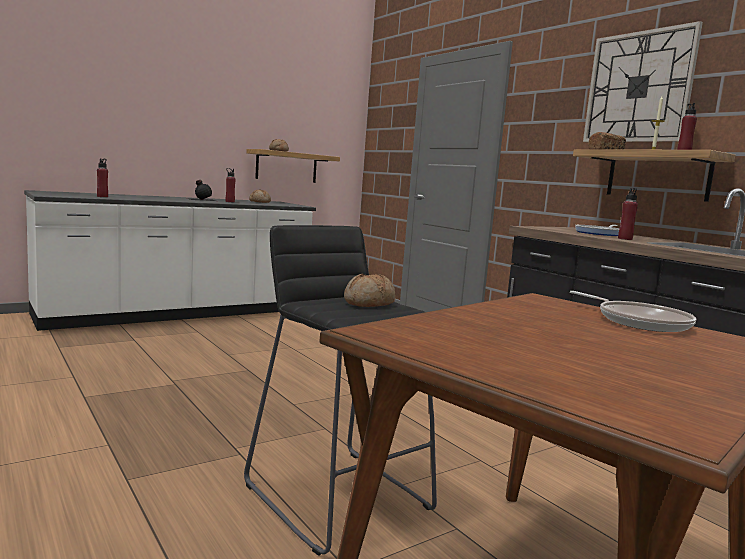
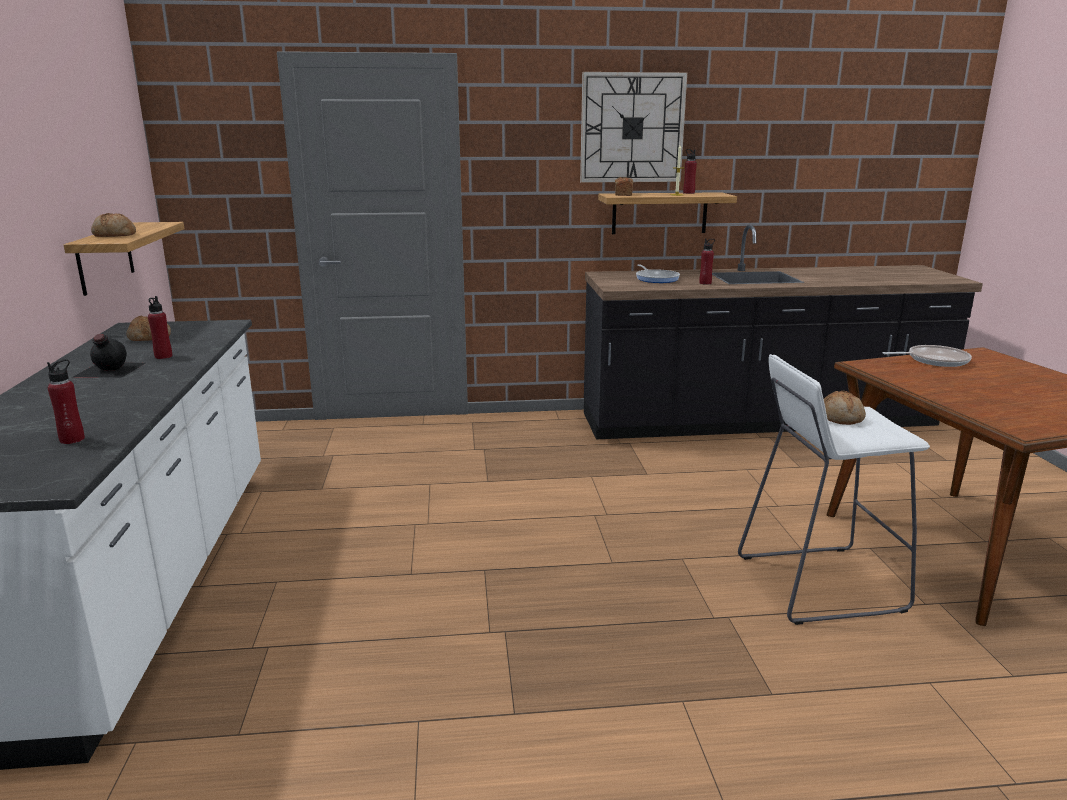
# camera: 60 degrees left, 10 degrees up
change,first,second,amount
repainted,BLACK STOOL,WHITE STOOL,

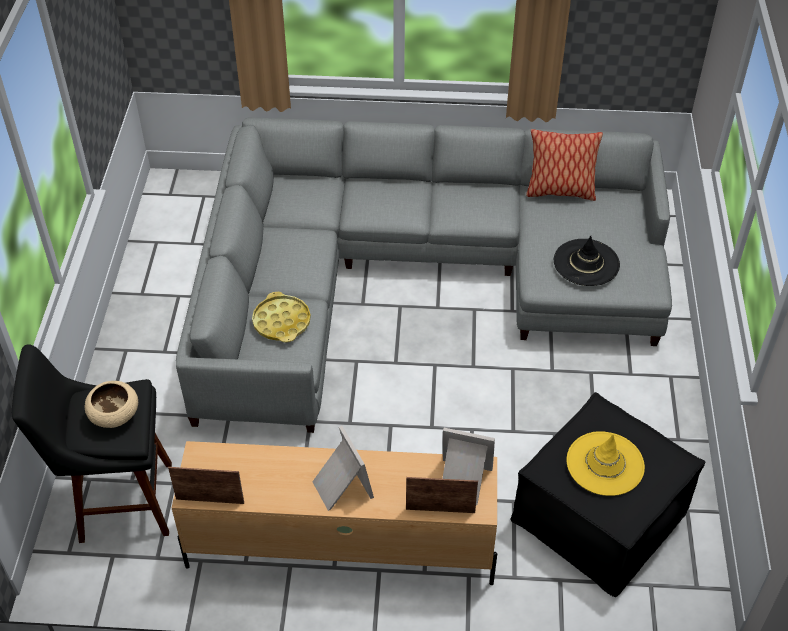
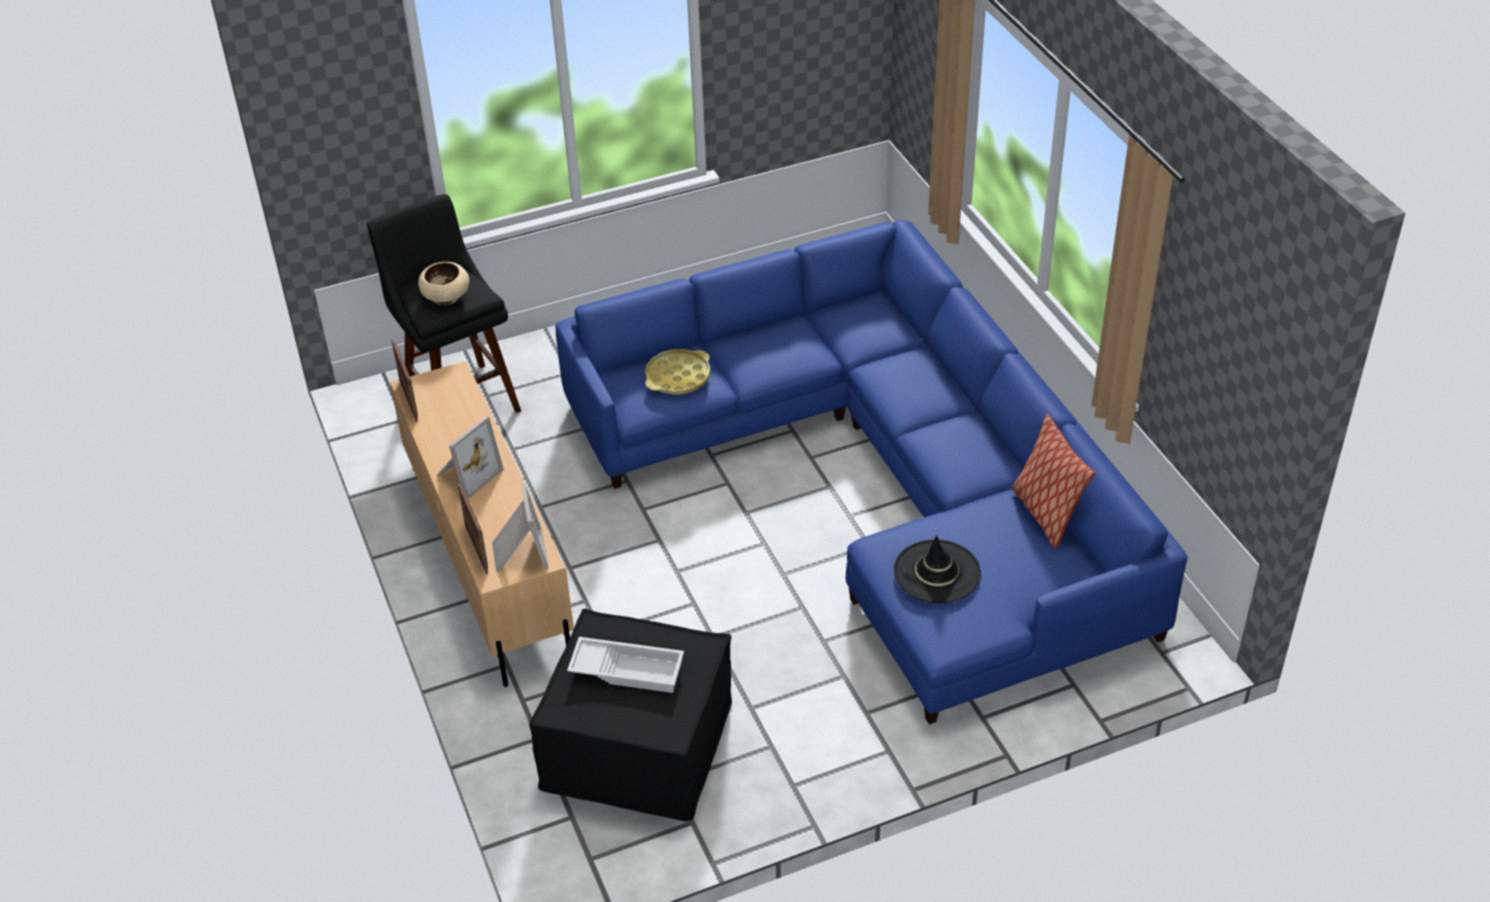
# camera: 65 degrees right, 5 degrees down
change,first,second,amount
repainted,GREY SOFA,BLUE SOFA,
swapped,YELLOW HAT,WHITE TRAY,

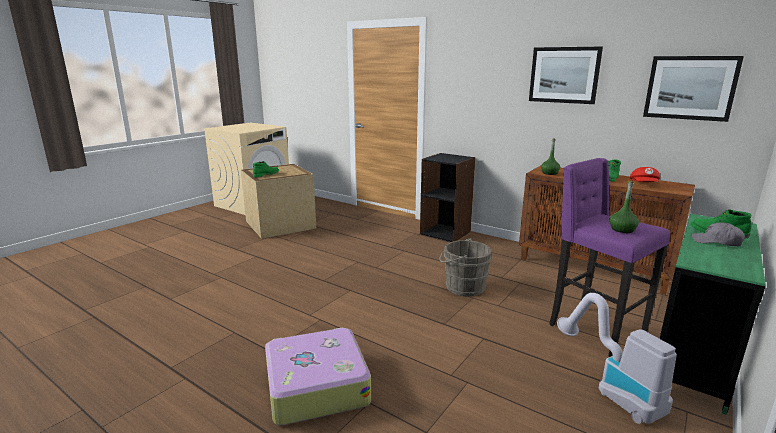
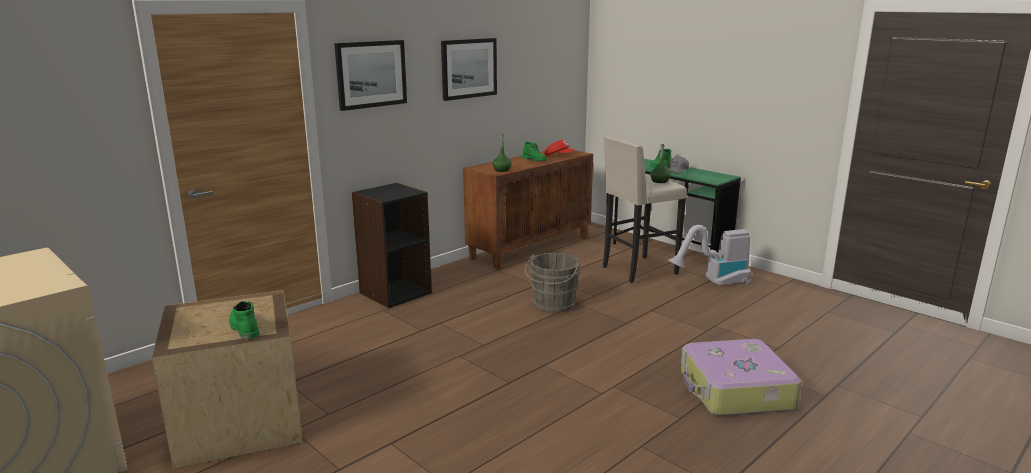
# camera: 80 degrees left, 0 degrees up
change,first,second,amount
repainted,PURPLE STOOL,BEIGE STOOL,
shifted,PICTURE (no. 2 from left in the first image),PICTURE (no. 1 from left),

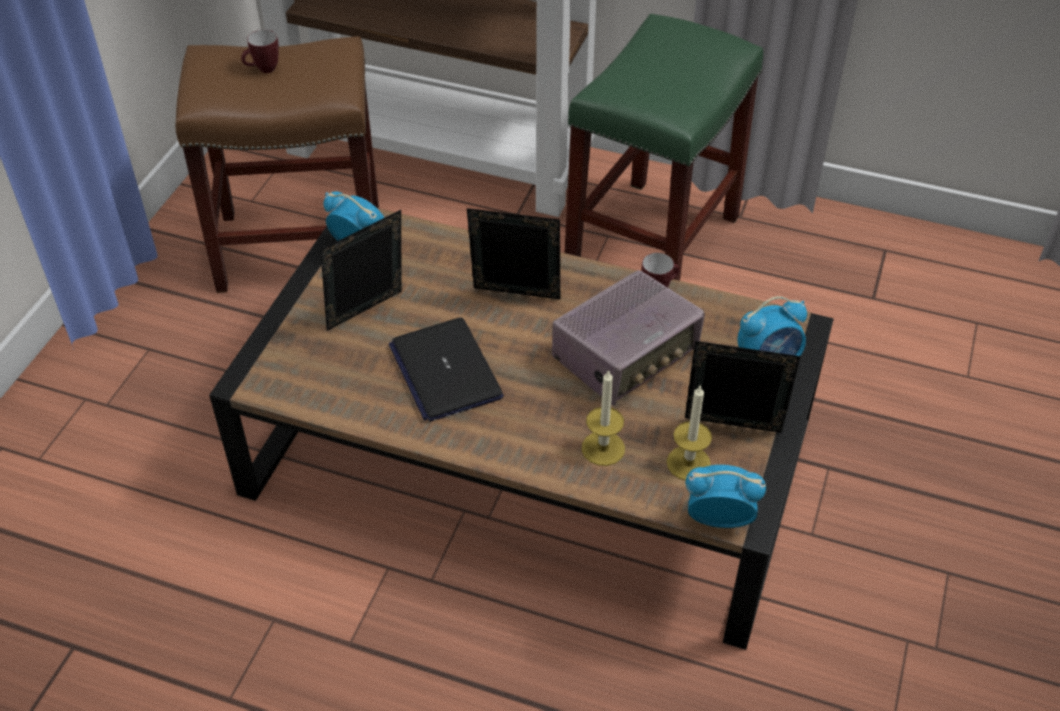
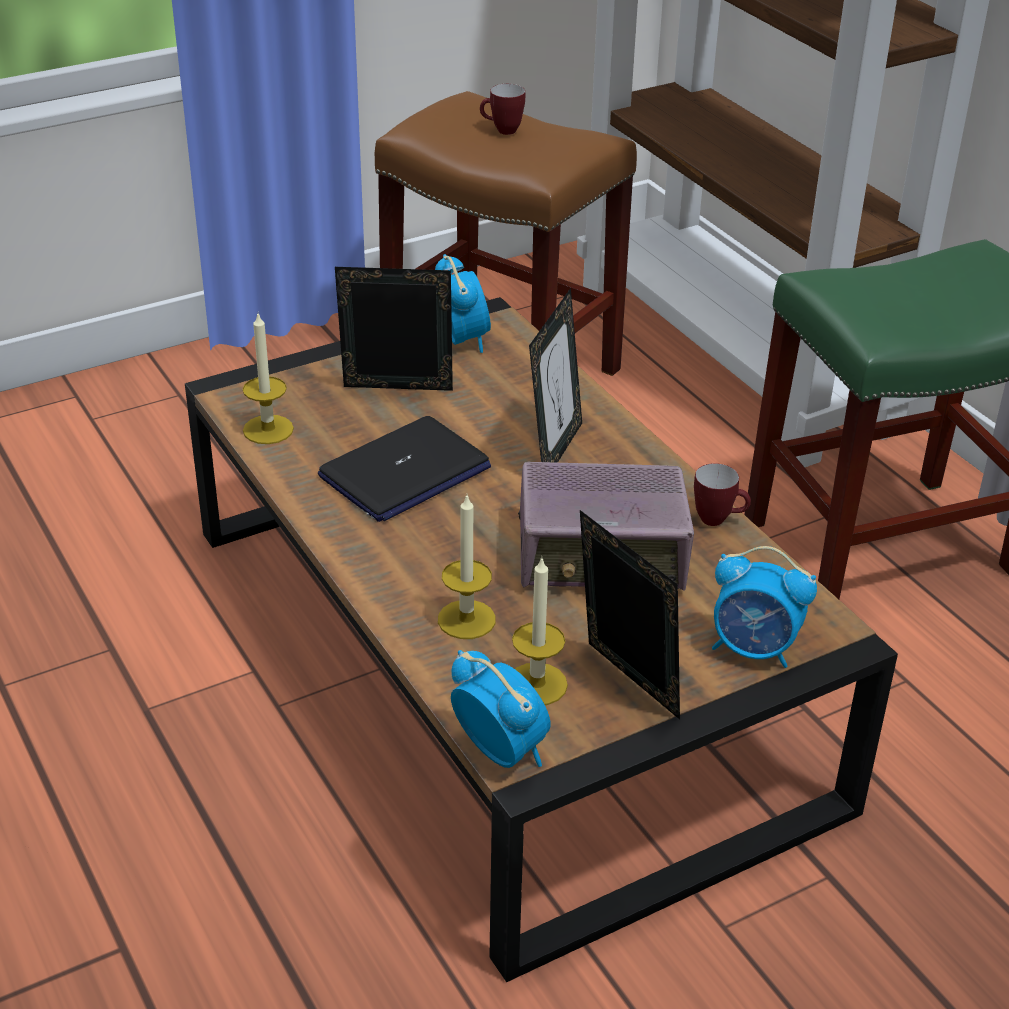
# camera: 40 degrees right, 10 degrees down
change,first,second,amount
rotated,LAPTOP,,150 degrees counterclockwise
rotated,PICTURE FRAME (no. 2 from left),,60 degrees clockwise
new,,CANDLE (no. 1 from left),

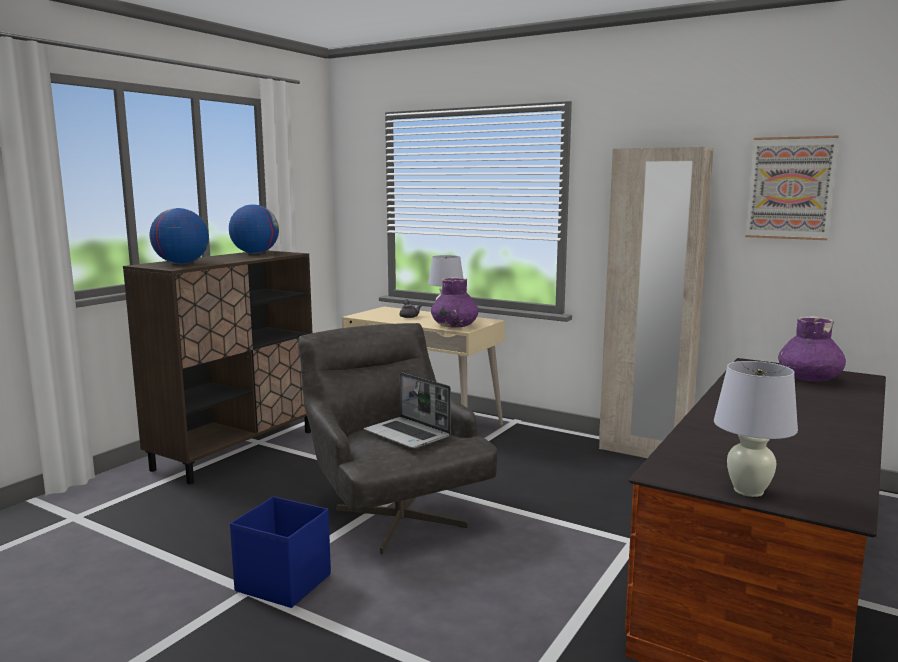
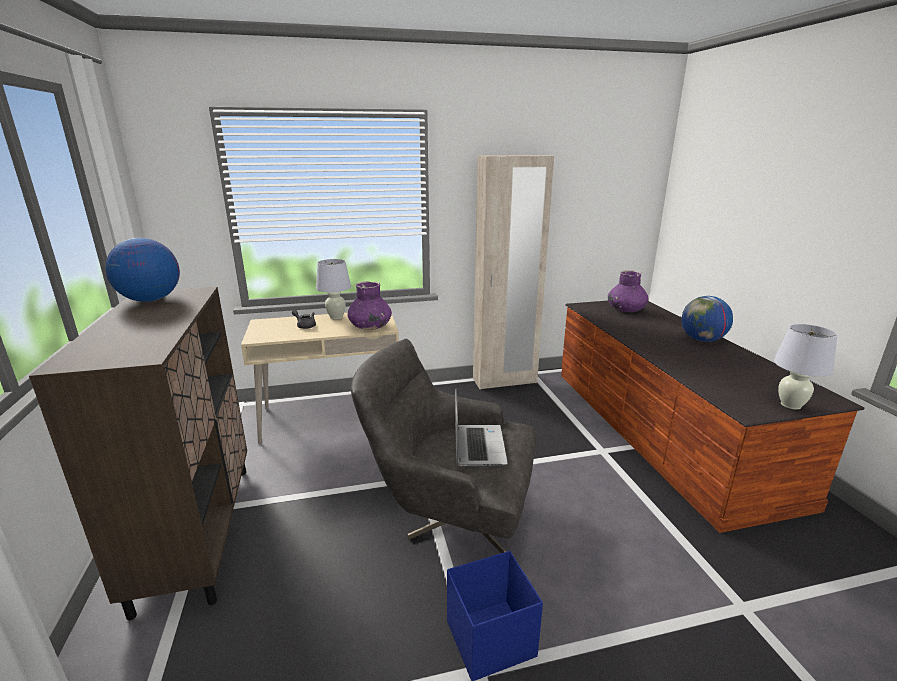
# camera: 45 degrees left, 10 degrees up
change,first,second,amount
shifted,GLOBE (no. 1 from left in the first image),GLOBE (no. 2 from left),
rotated,LAPTOP,,90 degrees counterclockwise
gone,PICTURE,,

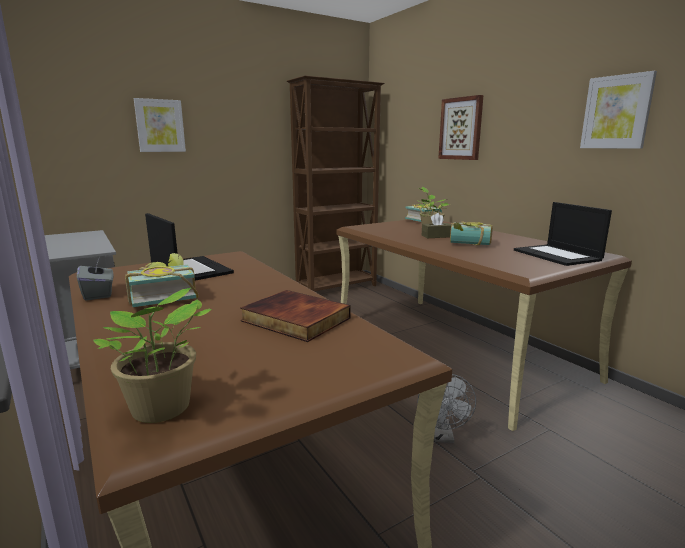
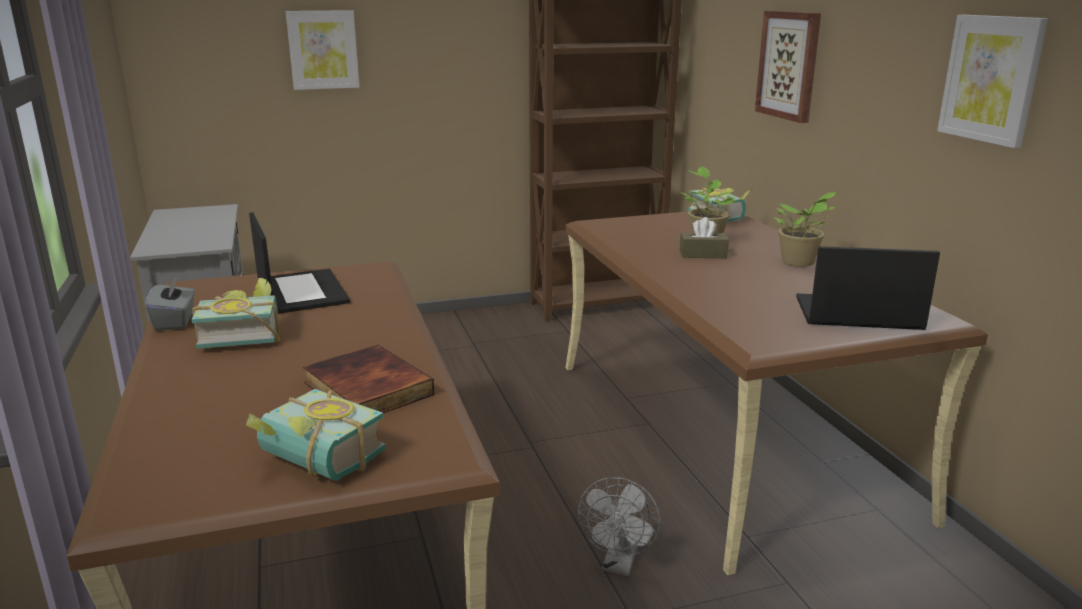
# camera: 15 degrees right, 5 degrees up
change,first,second,amount
shifted,POTTED PLANT (no. 1 from left in the first image),POTTED PLANT (no. 2 from left),
shifted,BOOK (no. 4 from left in the first image),BOOK (no. 2 from left),
rotated,LAPTOP (no. 2 from left),,105 degrees clockwise

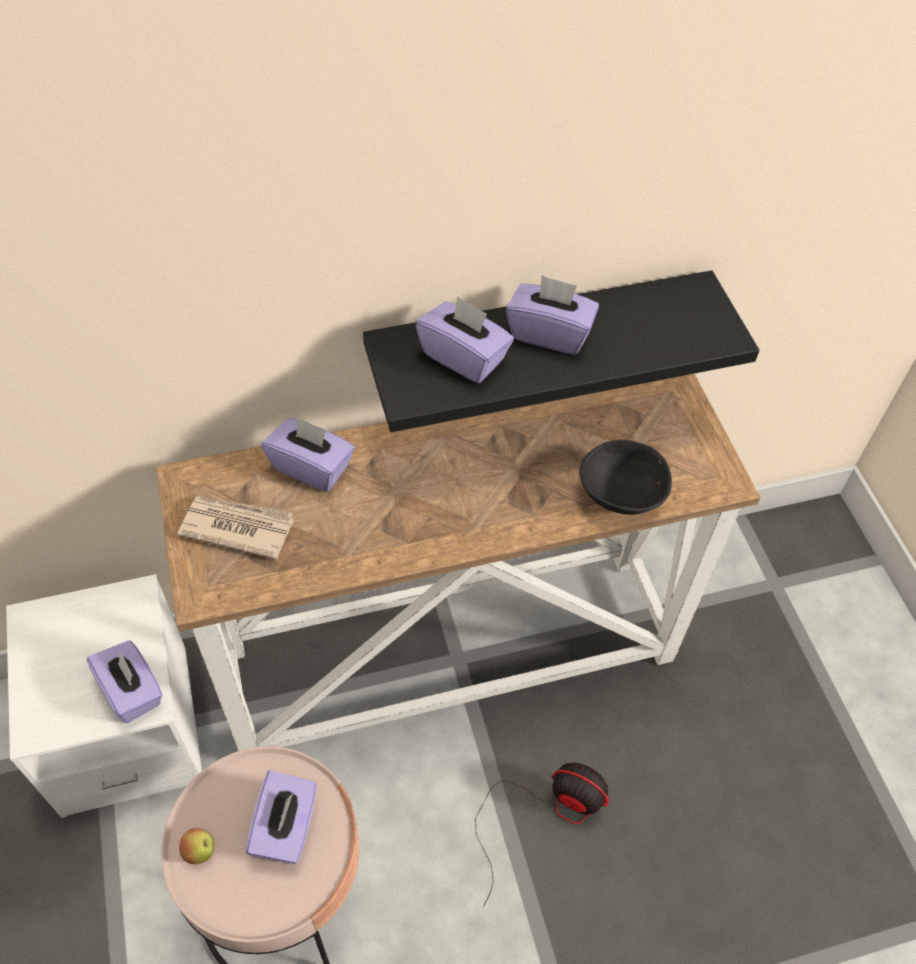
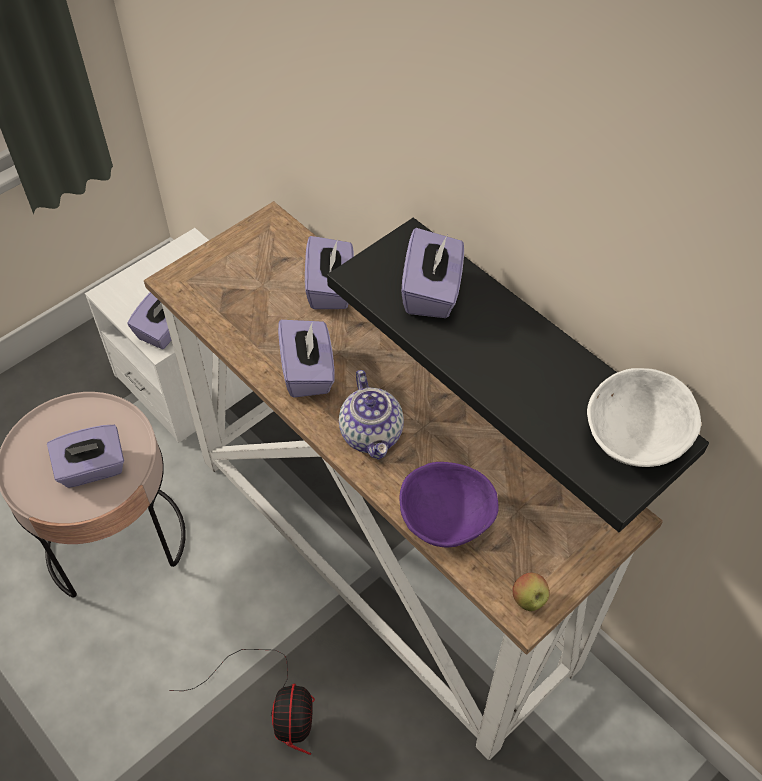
# camera: 65 degrees right, 0 degrees up
change,first,second,amount
gone,NEWSPAPER,,
shifted,APPLE,,
shifted,PURPLE TISSUE BOX (no. 5 from left in the first image),PURPLE TISSUE BOX (no. 3 from left),
repainted,BLACK BOWL,PURPLE BOWL,
new,,TEAPOT,
new,,WHITE BOWL,

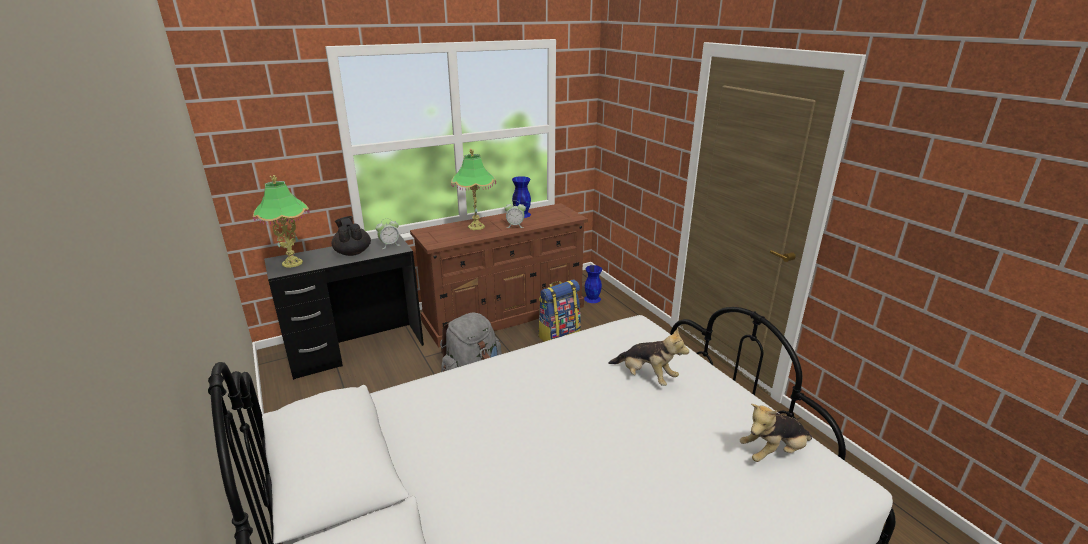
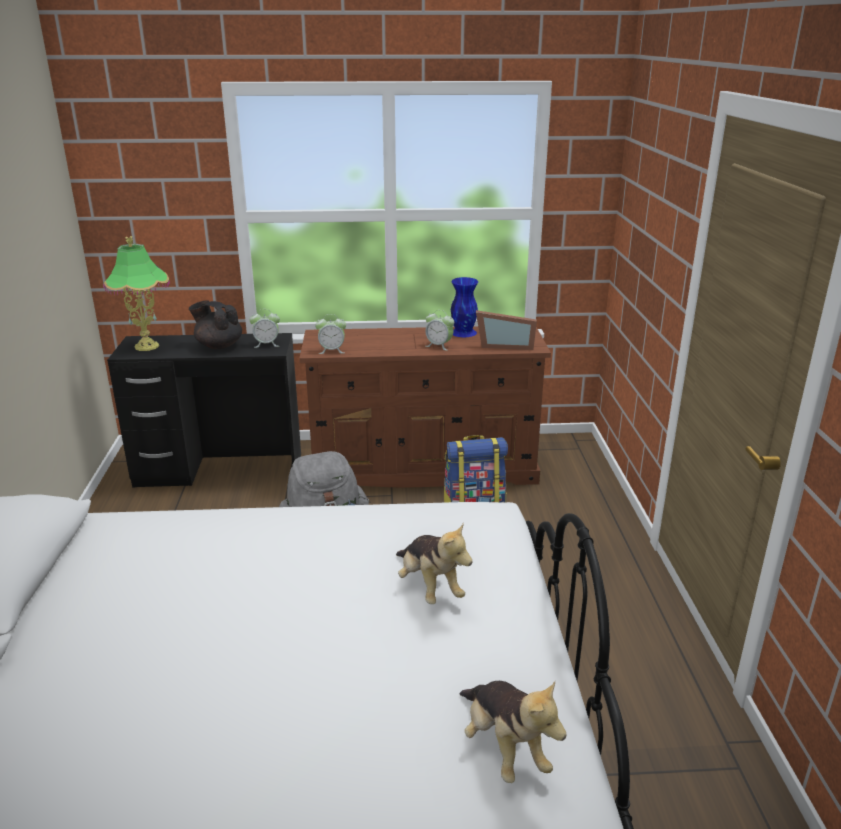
# camera: 25 degrees right, 0 degrees up
change,first,second,amount
rotated,BLACK TEAPOT,,60 degrees counterclockwise
gone,TABLE LAMP (no. 2 from left),,
gone,BLUE VASE (no. 2 from left),,
rotated,PLUSH TOY (no. 2 from left),,120 degrees counterclockwise
new,,ALARM CLOCK (no. 2 from left),
new,,PICTURE FRAME,

